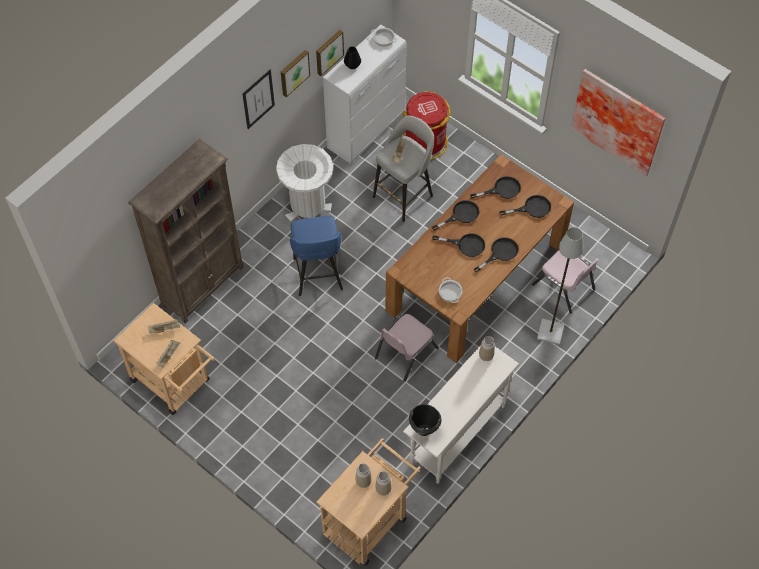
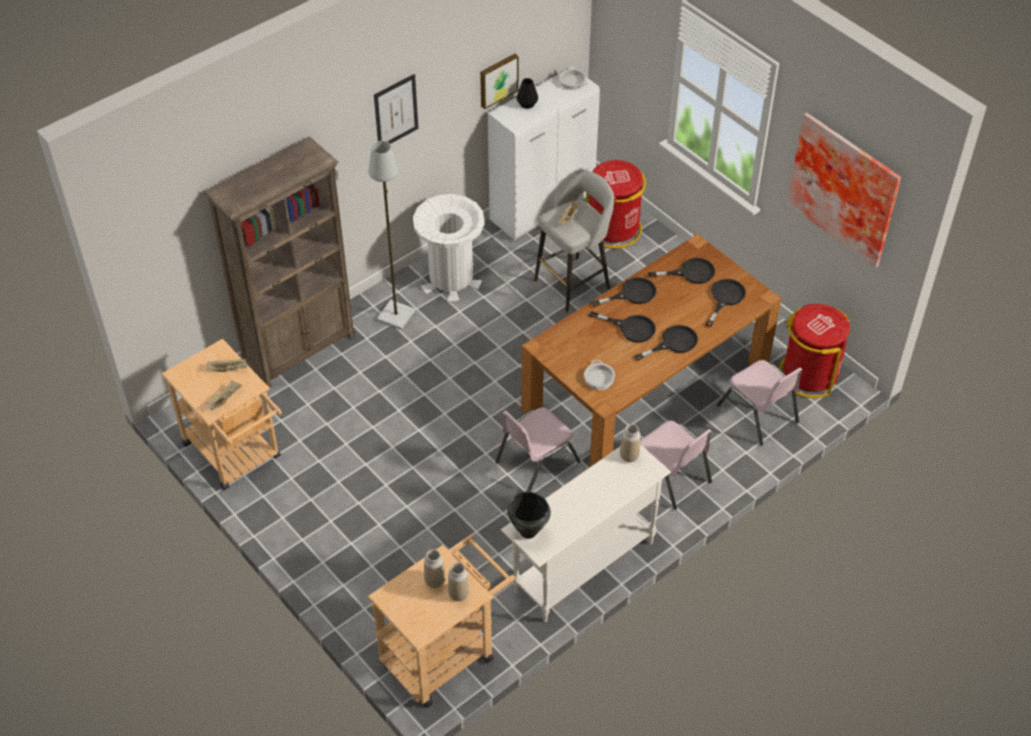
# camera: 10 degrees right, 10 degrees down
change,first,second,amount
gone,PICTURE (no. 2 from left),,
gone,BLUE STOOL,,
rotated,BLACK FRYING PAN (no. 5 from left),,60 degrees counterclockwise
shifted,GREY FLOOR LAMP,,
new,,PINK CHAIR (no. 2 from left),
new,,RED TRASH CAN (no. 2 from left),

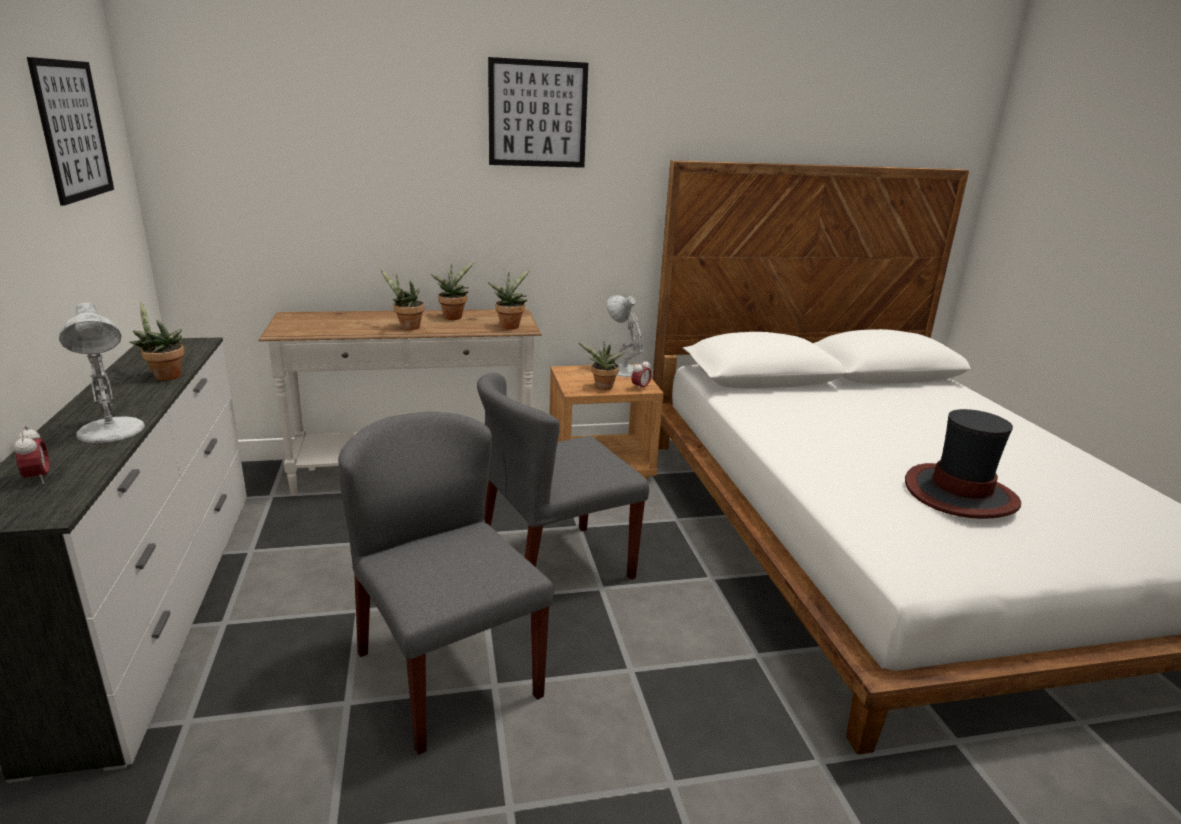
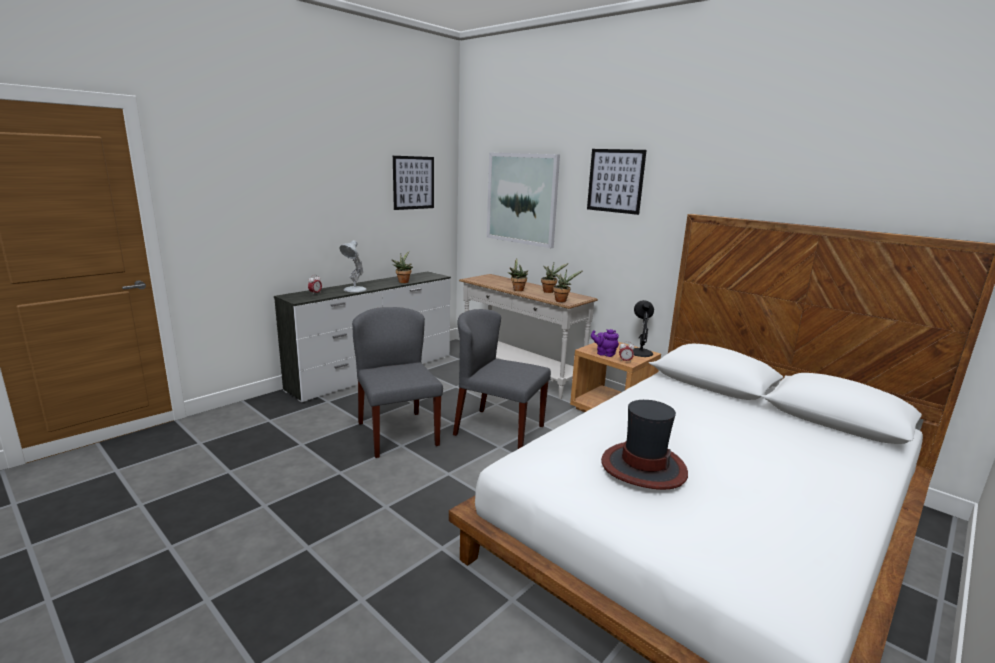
# camera: 55 degrees right, 5 degrees down
change,first,second,amount
rotated,GREY CHAIR (no. 1 from left),,45 degrees counterclockwise
swapped,POTTED PLANT (no. 5 from left),PURPLE TEAPOT,
repainted,WHITE TABLE LAMP (no. 2 from left),BLACK TABLE LAMP,
new,,PICTURE (no. 2 from left),

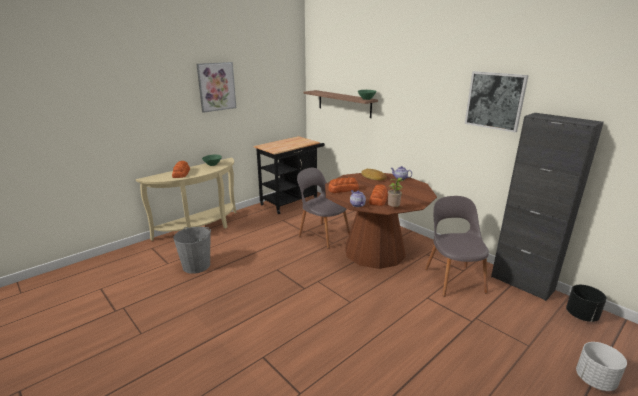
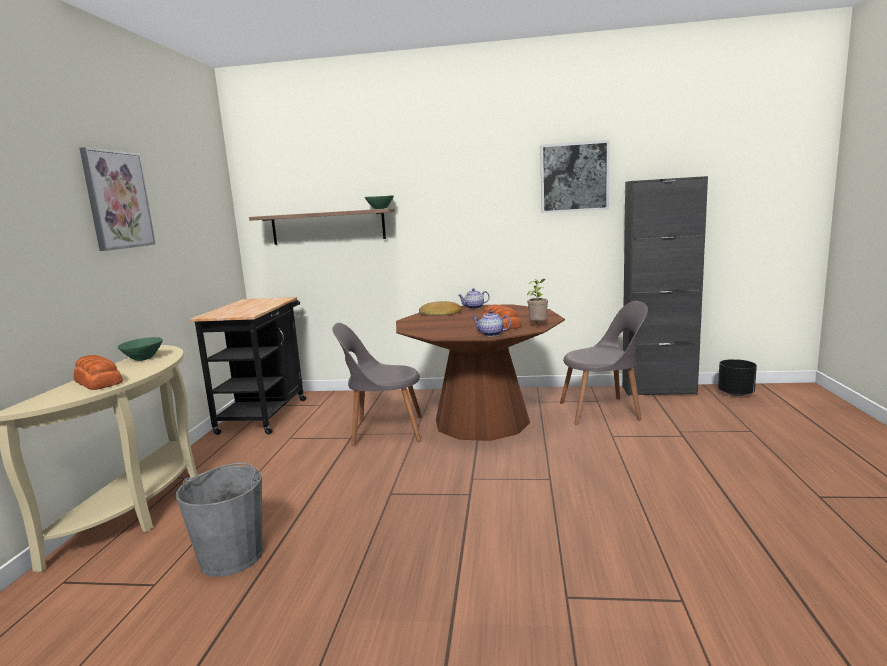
# camera: 40 degrees left, 10 degrees down
change,first,second,amount
gone,BREAD (no. 2 from left),,
rotated,GREY CHAIR (no. 2 from left),,135 degrees clockwise
gone,WHITE PLANTER,,

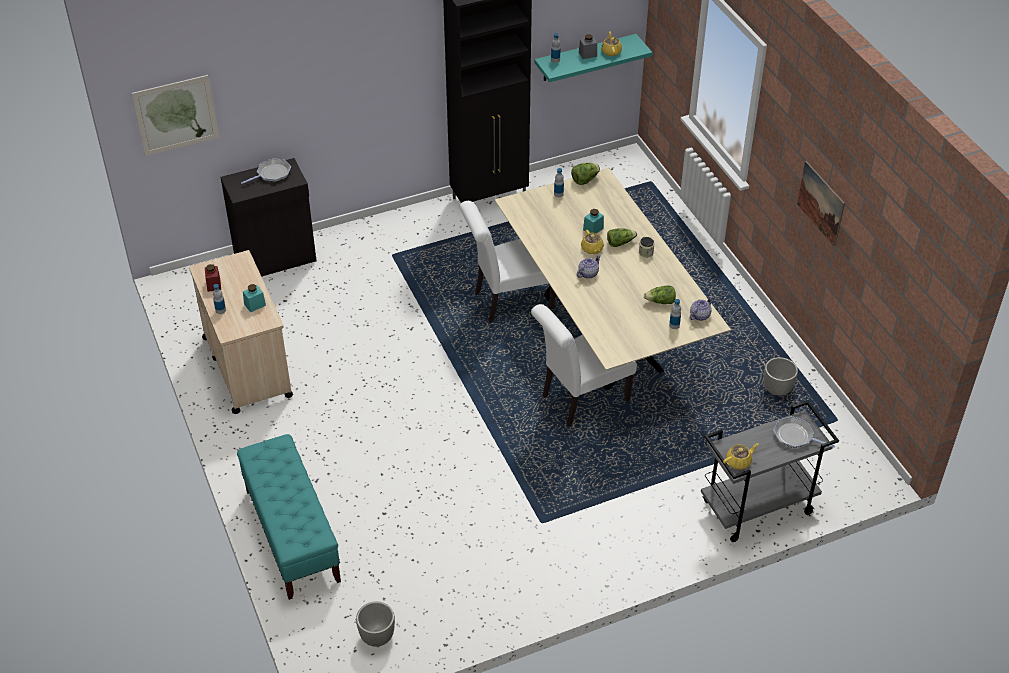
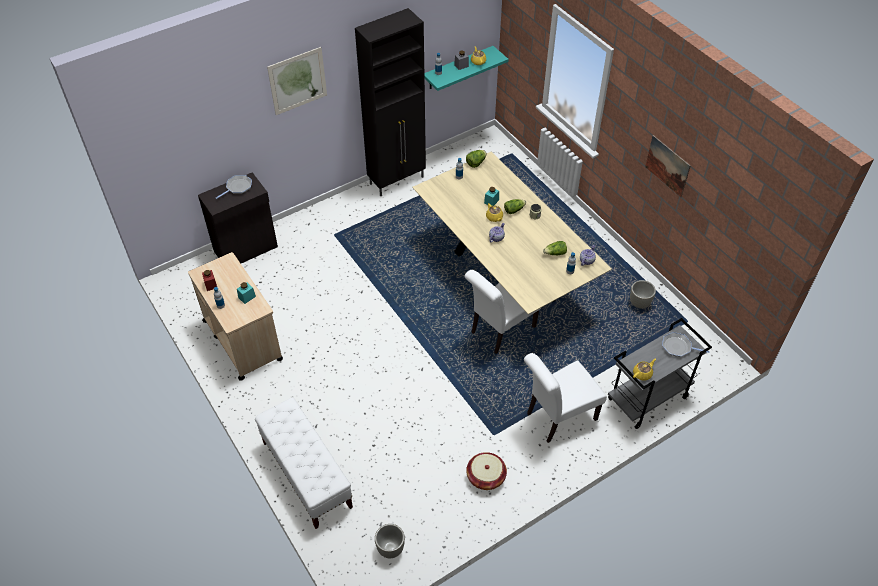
# camera: 10 degrees left, 5 degrees up
change,first,second,amount
shifted,PICTURE (no. 1 from left),,
repainted,TURQUOISE BENCH,WHITE BENCH,
shifted,WHITE CHAIR (no. 1 from left in the first image),WHITE CHAIR (no. 2 from left),
new,,BASKET,

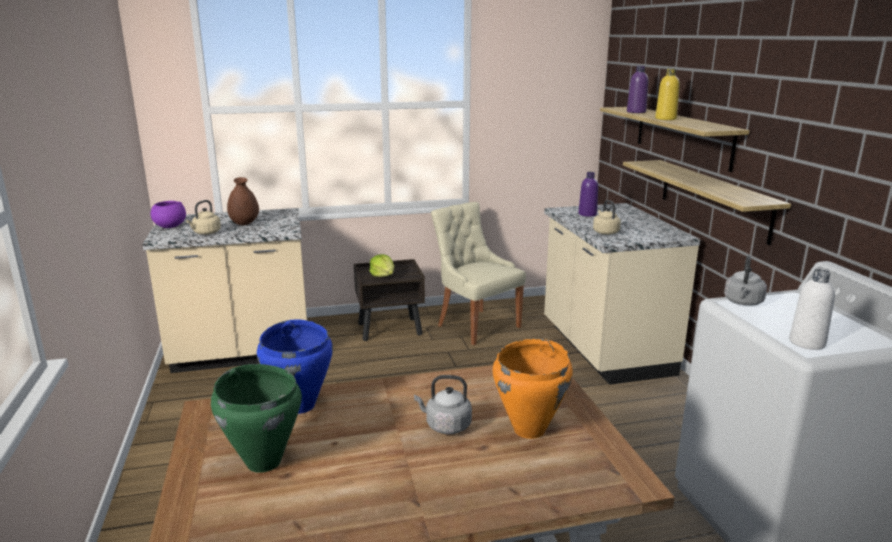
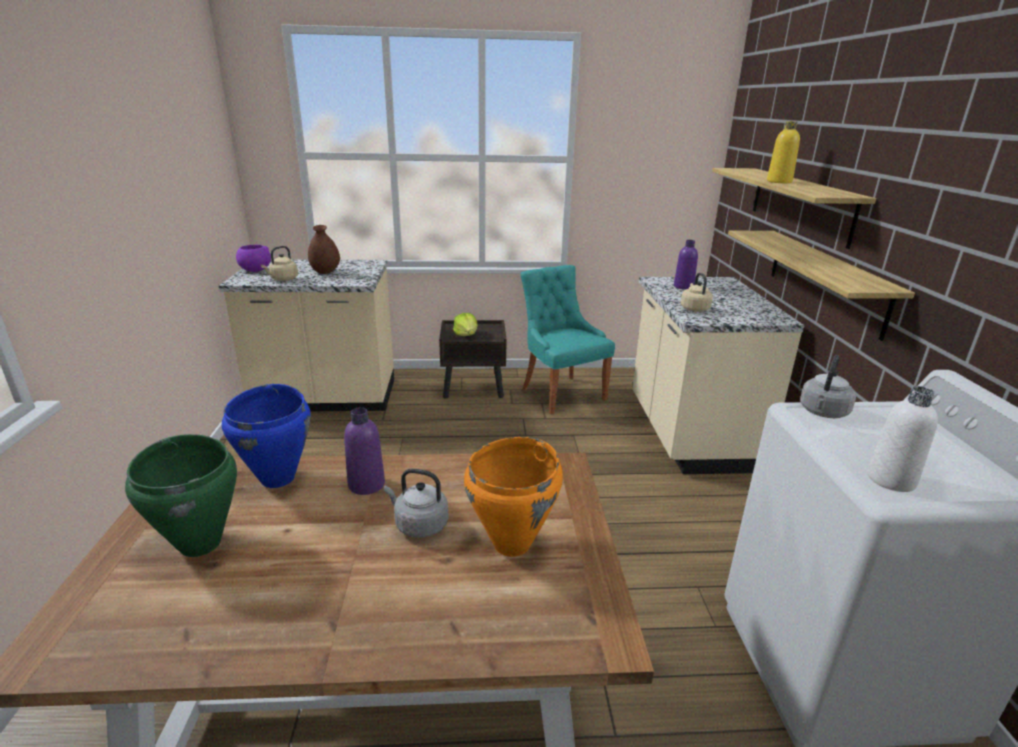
# camera: 10 degrees right, 5 degrees up
change,first,second,amount
repainted,BEIGE CHAIR,TURQUOISE CHAIR,
shifted,PURPLE BOTTLE (no. 2 from left in the first image),PURPLE BOTTLE (no. 1 from left),

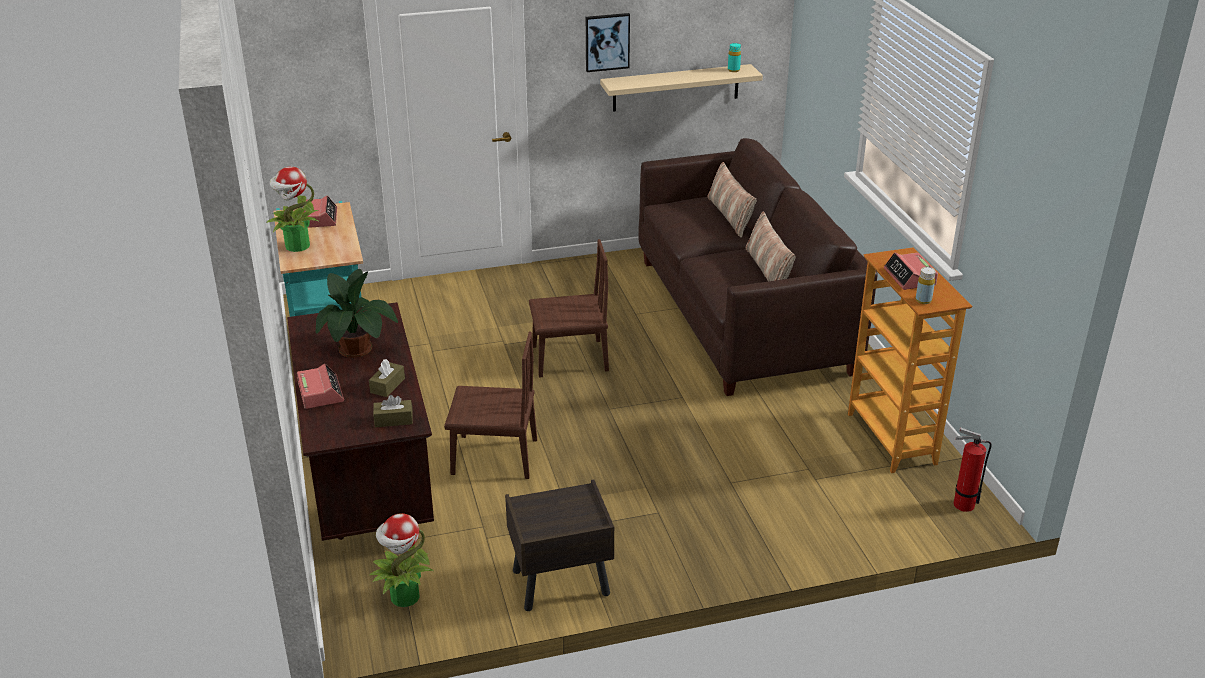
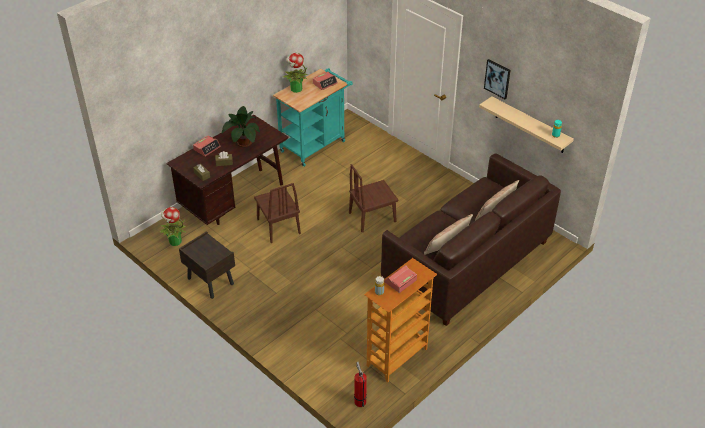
# camera: 60 degrees right, 10 degrees up
change,first,second,amount
rotated,BROWN CHAIR (no. 2 from left),,105 degrees clockwise

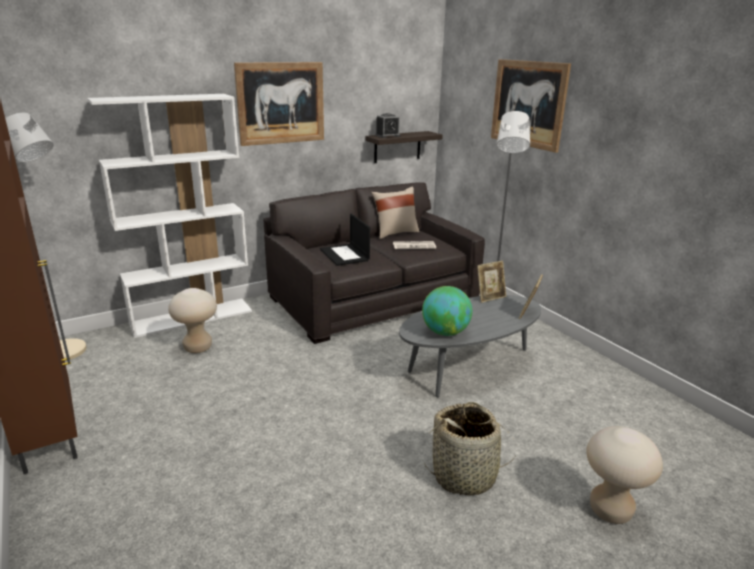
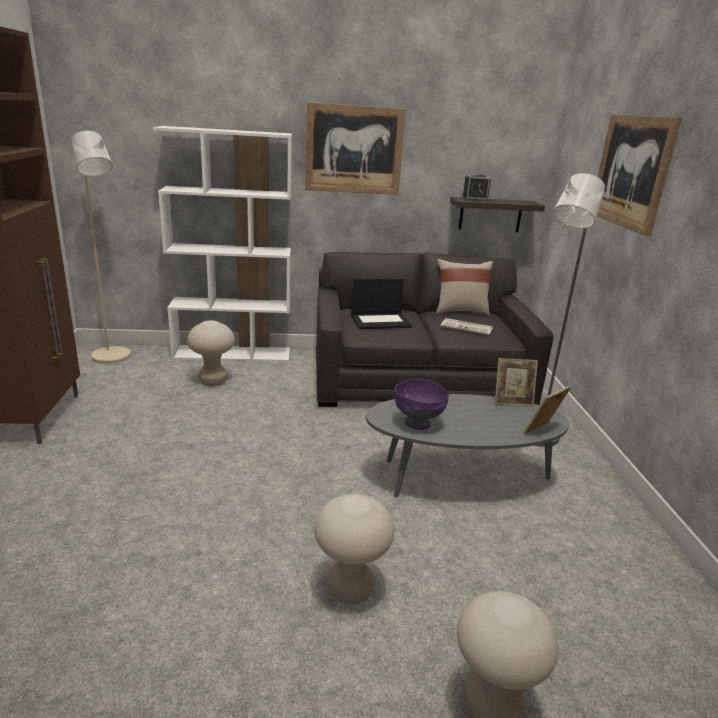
# camera: 25 degrees right, 0 degrees up
change,first,second,amount
rotated,LAPTOP,,105 degrees counterclockwise
swapped,GLOBE,PURPLE BOWL,
swapped,BASKET,BEIGE STOOL (no. 2 from left),

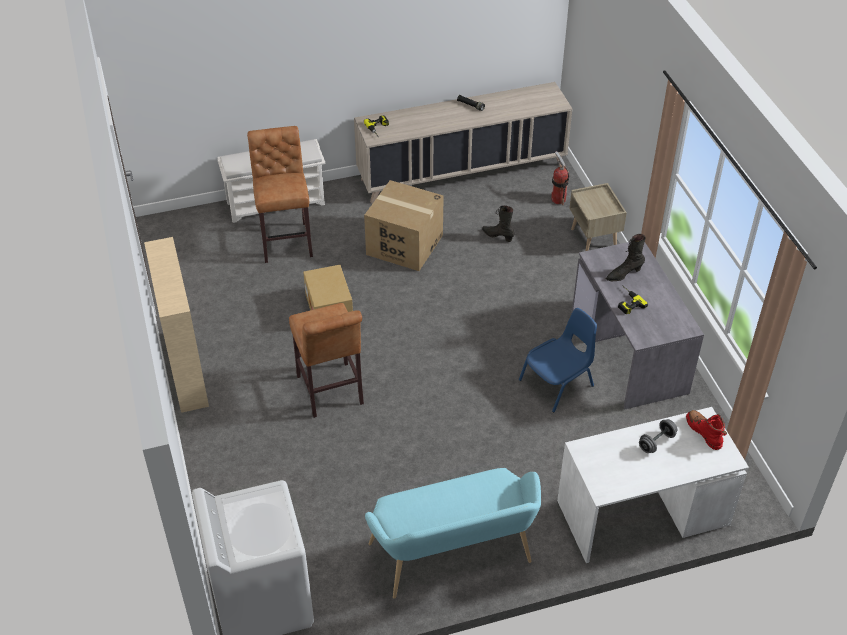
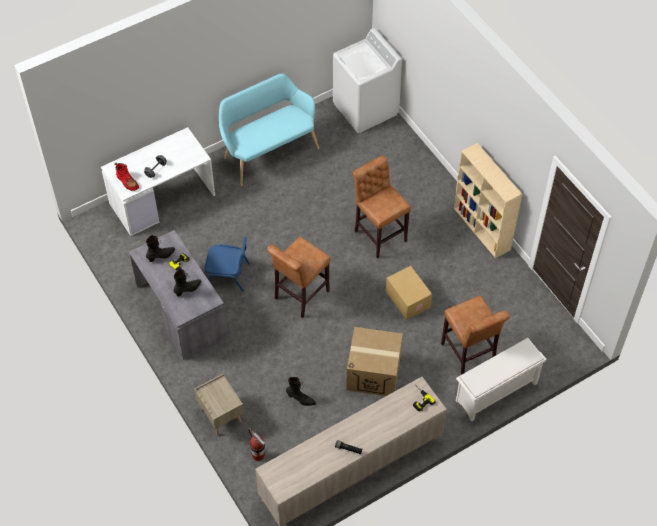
# camera: 165 degrees right, 10 degrees up
change,first,second,amount
rotated,BLUE CHAIR,,120 degrees counterclockwise
new,,BLACK BOOT (no. 1 from left),
new,,BROWN STOOL (no. 1 from left),

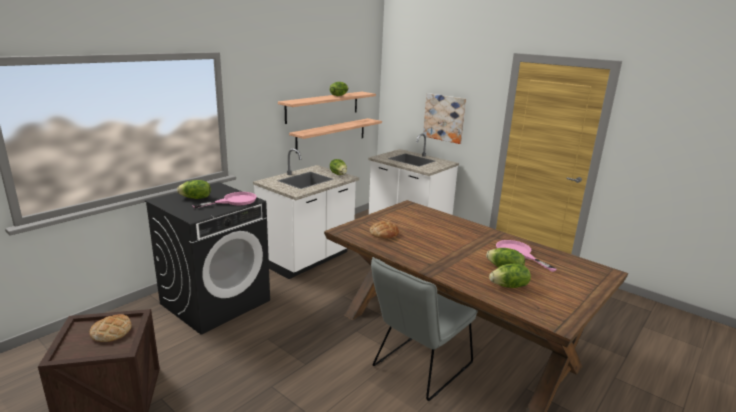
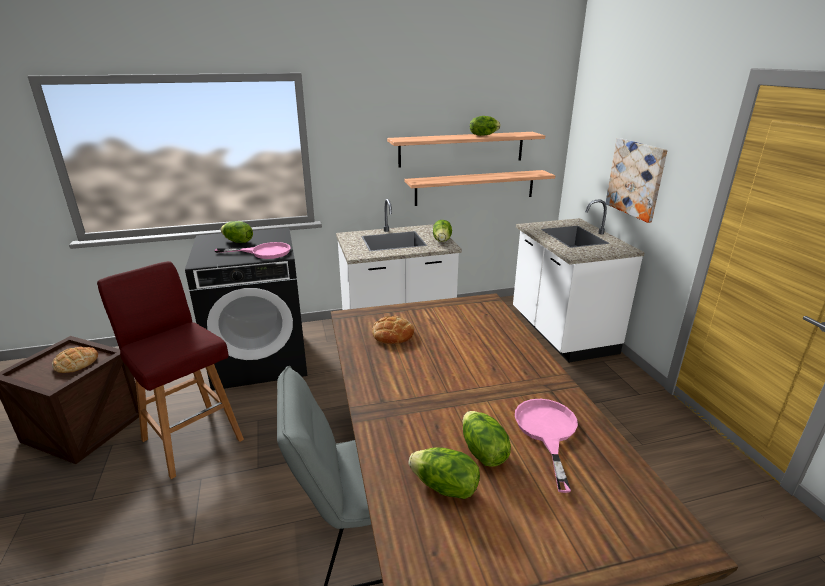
# camera: 35 degrees right, 5 degrees up
change,first,second,amount
new,,RED STOOL,

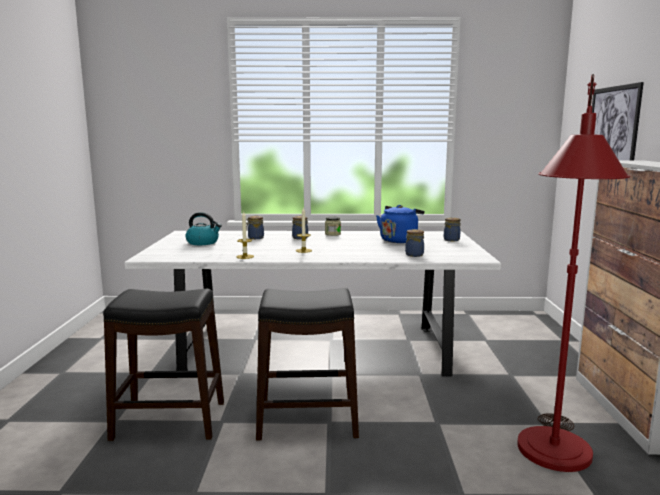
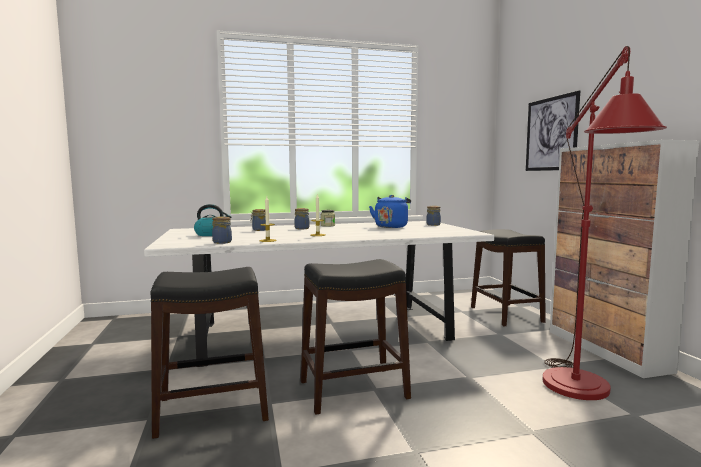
# camera: 15 degrees left, 5 degrees down
change,first,second,amount
shifted,JAR (no. 4 from left in the first image),JAR (no. 1 from left),
new,,BLACK STOOL (no. 3 from left),

